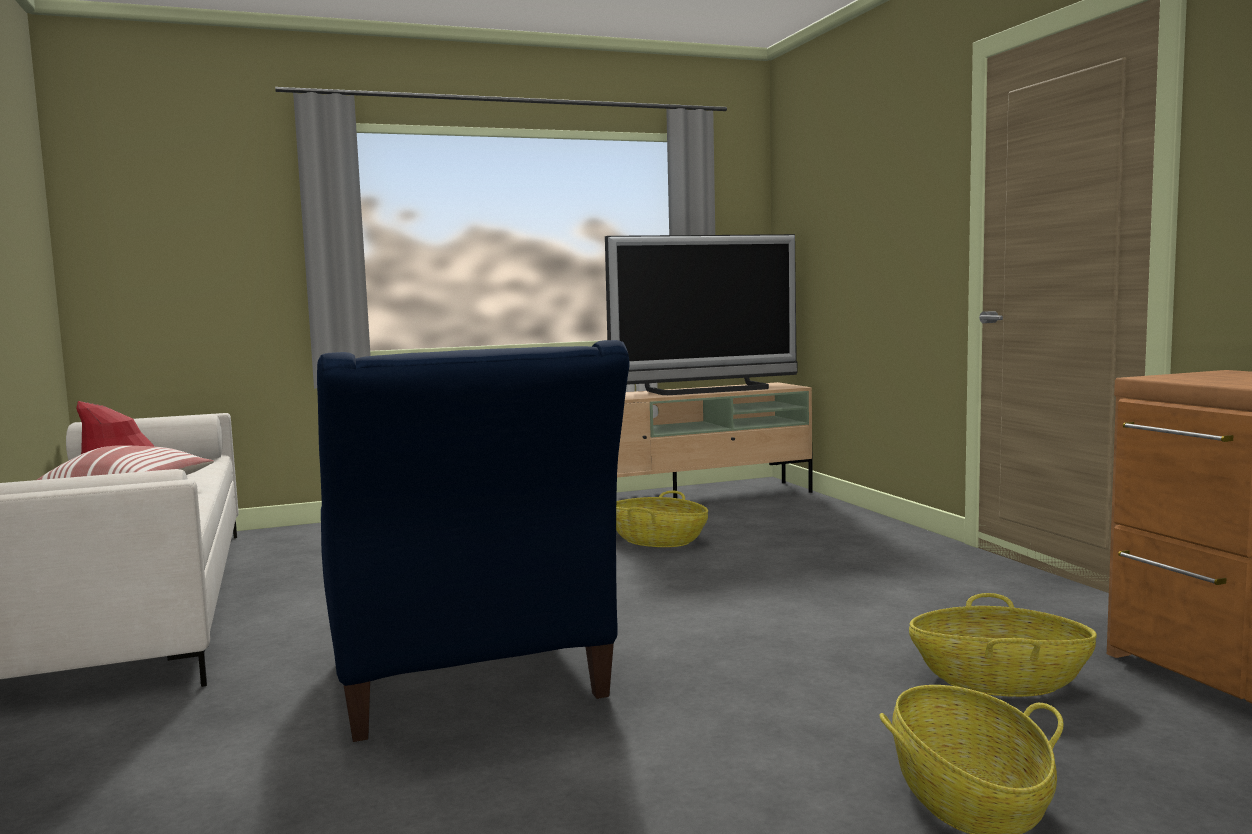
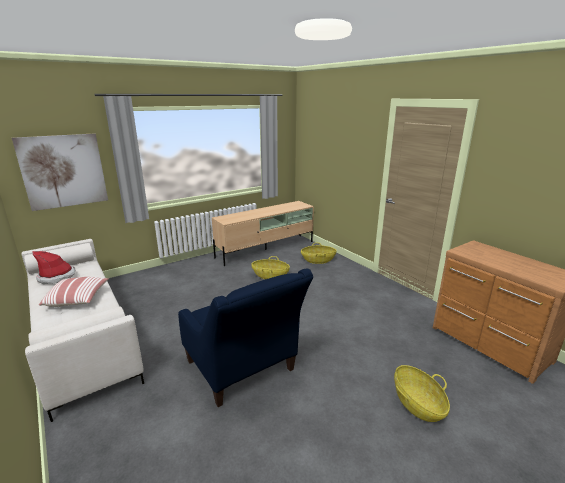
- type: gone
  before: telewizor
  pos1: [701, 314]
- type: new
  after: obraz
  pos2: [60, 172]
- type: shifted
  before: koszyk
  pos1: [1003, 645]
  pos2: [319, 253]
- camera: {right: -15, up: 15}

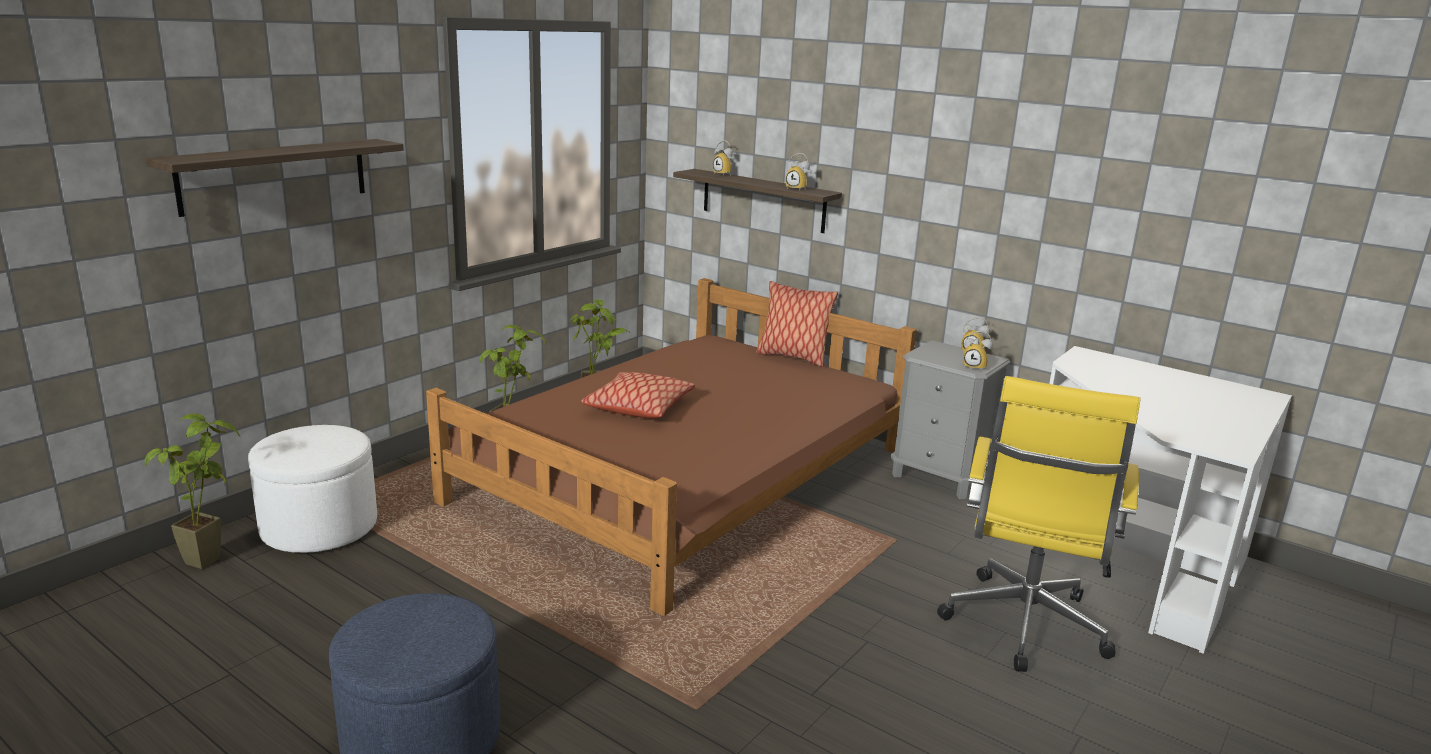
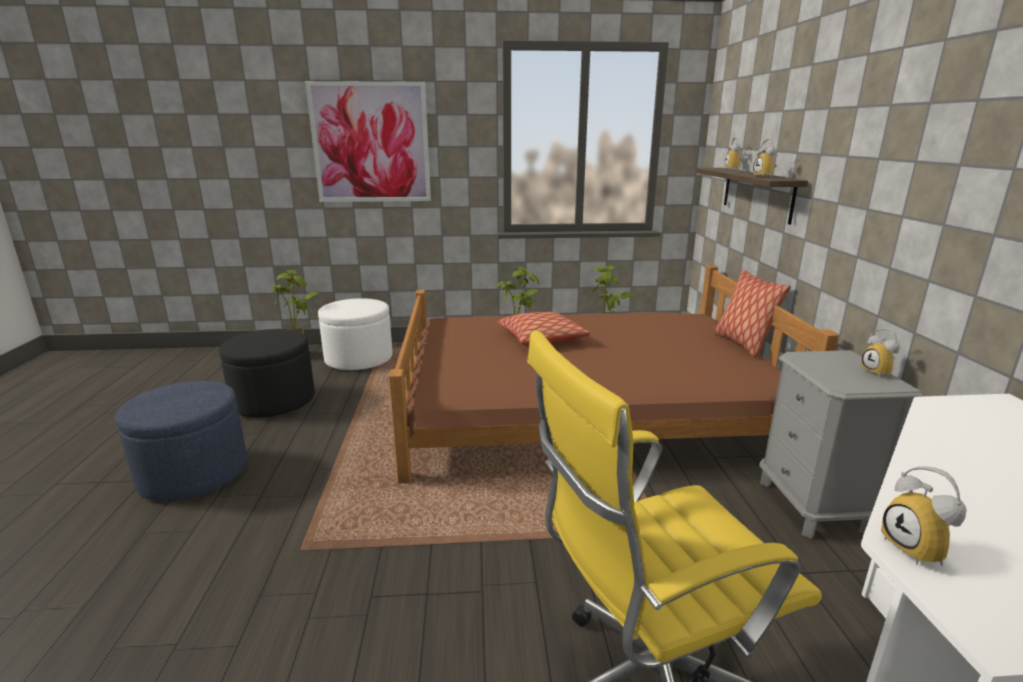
- type: new
  after: pufa/czarny
  pos2: [267, 373]
- type: shifted
  before: budzik
  pos1: [978, 349]
  pos2: [924, 516]
- type: swapped
  before: półka
  after: obraz
  pos1: [275, 178]
  pos2: [368, 141]
- camera: {right: 50, up: 0}

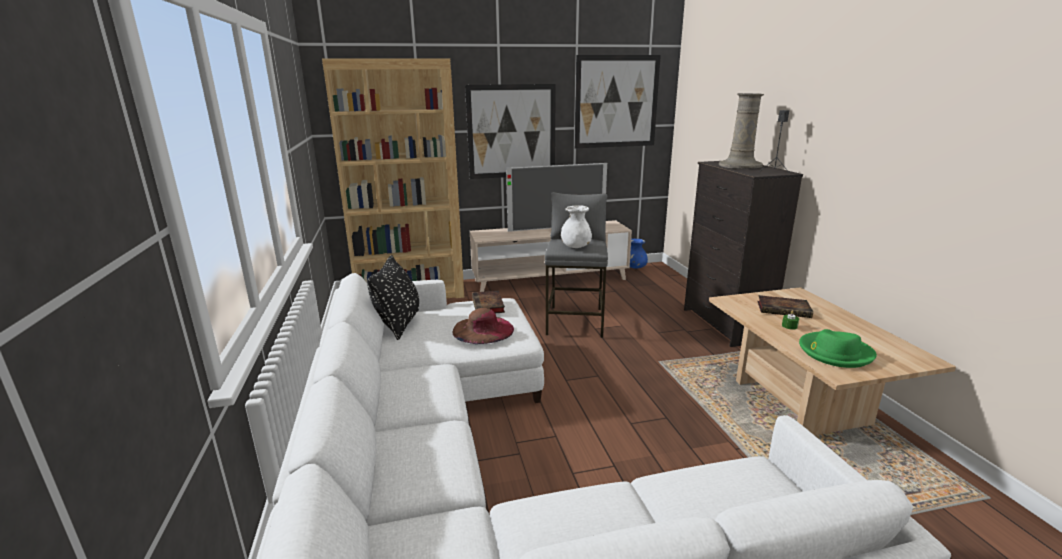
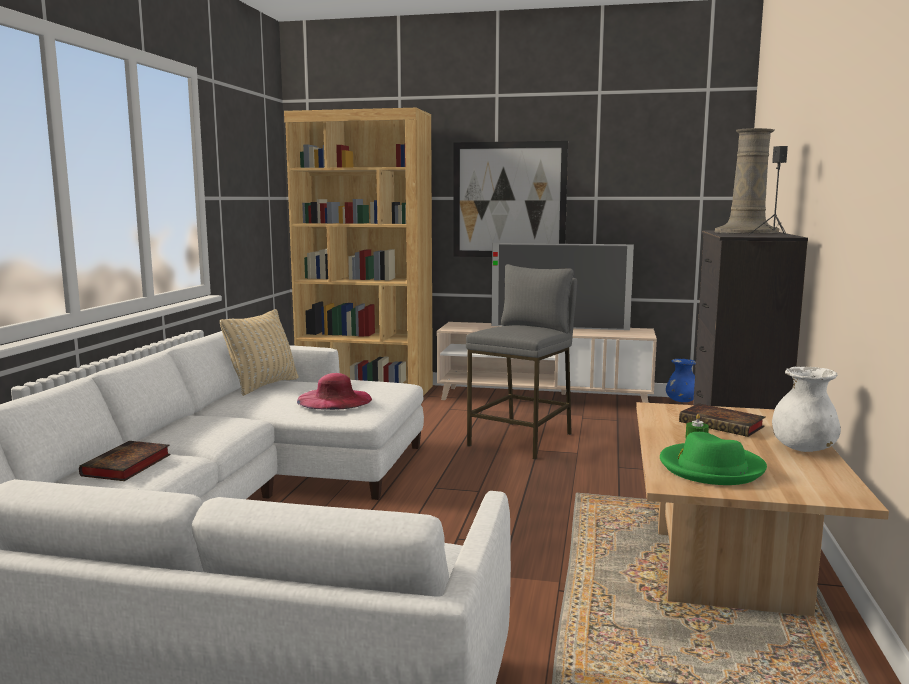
- type: gone
  before: obraz
  pos1: [617, 101]
- type: shifted
  before: książka
  pos1: [488, 302]
  pos2: [125, 461]
- type: shifted
  before: wazon/biały
  pos1: [576, 226]
  pos2: [806, 409]
- type: repainted
  before: poduszka/czarny
  after: poduszka/beżowy
  pos1: [393, 297]
  pos2: [259, 352]
- type: repainted
  before: kapelusz/brązowy
  after: kapelusz/różowy
  pos1: [483, 326]
  pos2: [334, 391]
- camera: {right: 25, up: -10}

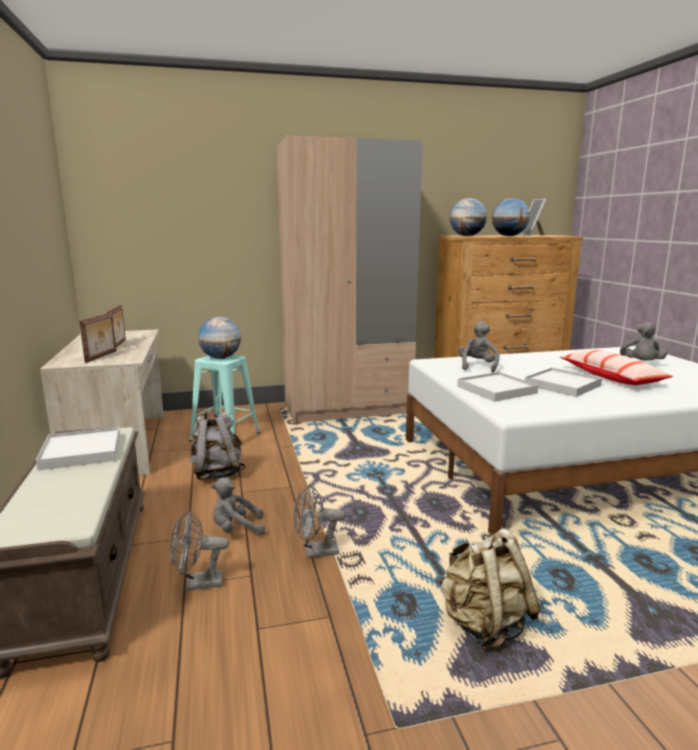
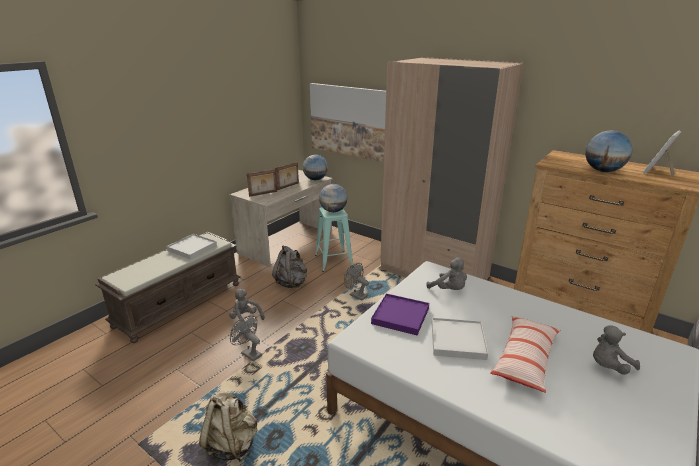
- type: new
  after: obraz
  pos2: [348, 122]
- type: shifted
  before: wentylator/szary
  pos1: [199, 550]
  pos2: [356, 281]
- type: shifted
  before: globus
  pos1: [468, 217]
  pos2: [315, 167]
- type: repainted
  before: taca/biały
  after: taca/fioletowy
  pos1: [497, 387]
  pos2: [400, 314]
- type: rotated
  before: pluszak/szary
  pos1: [478, 347]
  pos2: [446, 273]
  turn: 75
- camera: {right: 50, up: 10}

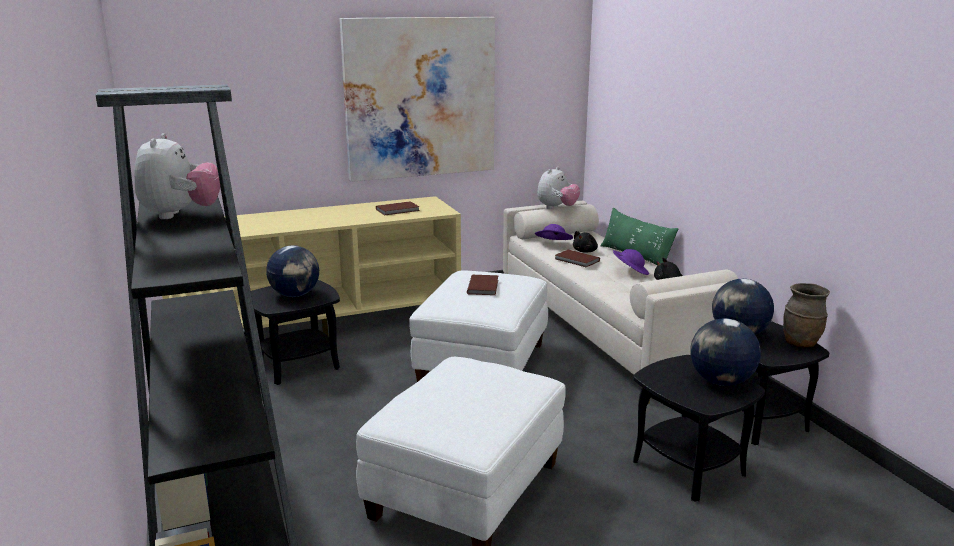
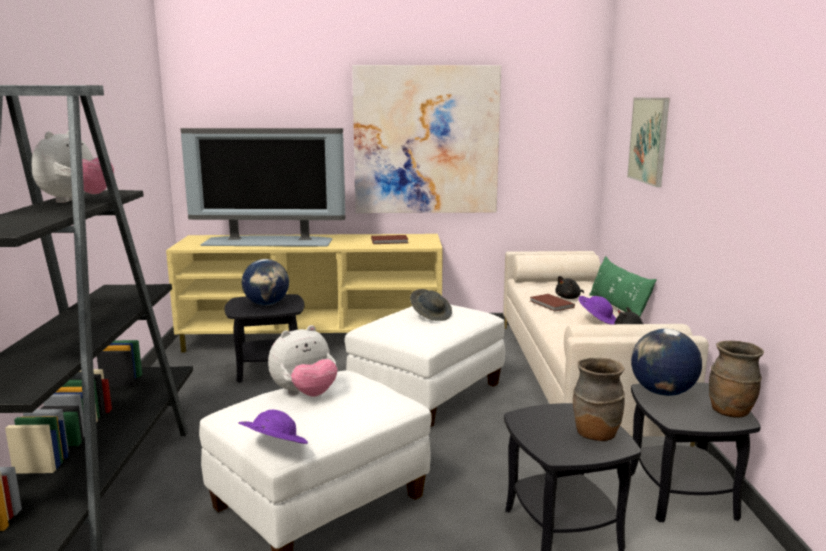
- type: new
  after: telewizor
  pos2: [262, 187]
- type: new
  after: obraz
  pos2: [648, 142]
- type: shifted
  before: kapelusz/fioletowy
  pos1: [554, 232]
  pos2: [273, 427]
- type: shifted
  before: pluszak
  pos1: [558, 188]
  pos2: [302, 361]
- type: swapped
  before: książka/brązowy
  after: kapelusz/szary
  pos1: [483, 285]
  pos2: [431, 305]
- type: swapped
  before: globus
  after: wazon/brązowy
  pos1: [725, 352]
  pos2: [599, 399]
- camera: {right: 20, up: -5}

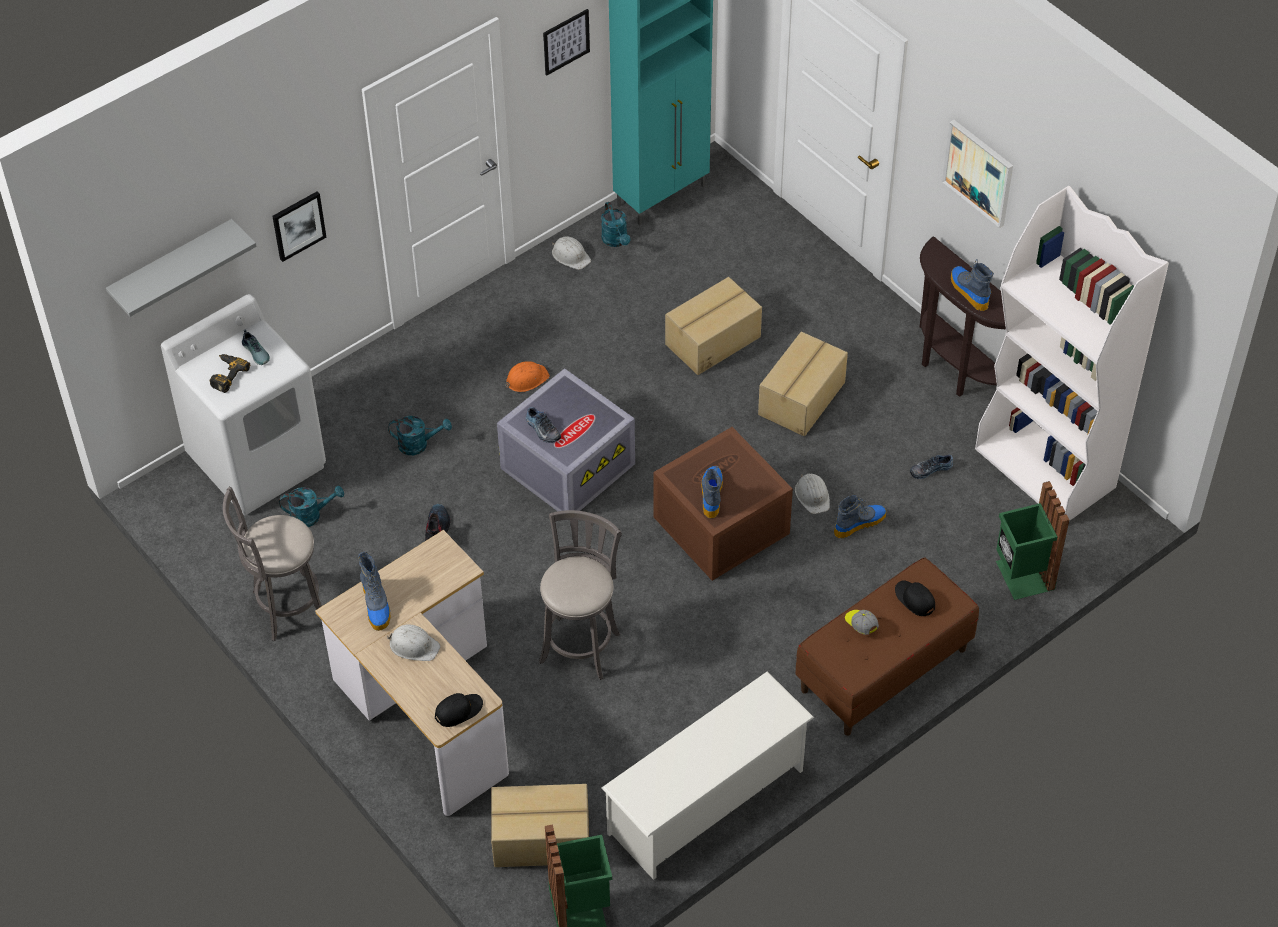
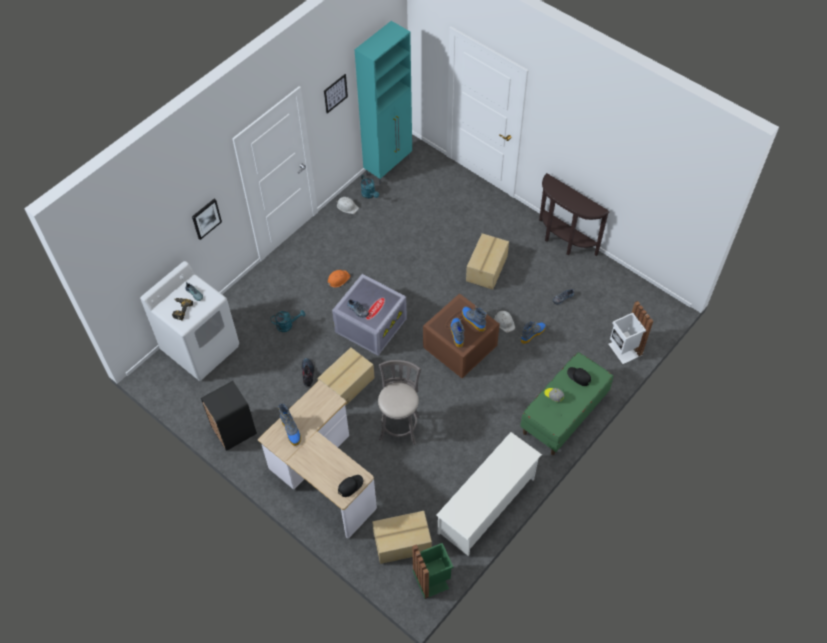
- type: gone
  before: półka/szary
  pos1: [181, 268]
- type: gone
  before: konewka/turkusowy
  pos1: [311, 506]
- type: gone
  before: kask/biały
  pos1: [413, 642]
- type: gone
  before: obraz
  pos1: [977, 174]
- type: gone
  before: regał/biały
  pos1: [1072, 353]
- type: shifted
  before: karton
  pos1: [713, 326]
  pos2: [346, 376]
- type: shifted
  before: but z cholewką
  pos1: [972, 285]
  pos2: [474, 318]
- type: swapped
  before: stołek/szary
  after: kosz na śmieci/czarny
  pos1: [272, 564]
  pos2: [229, 416]
- type: repainted
  before: ławka/brązowy
  after: ławka/zielony
  pos1: [887, 647]
  pos2: [566, 403]
- type: repainted
  before: kosz na śmieci/zielony
  after: kosz na śmieci/biały
  pos1: [1032, 540]
  pos2: [631, 332]
- camera: {right: -10, up: 5}

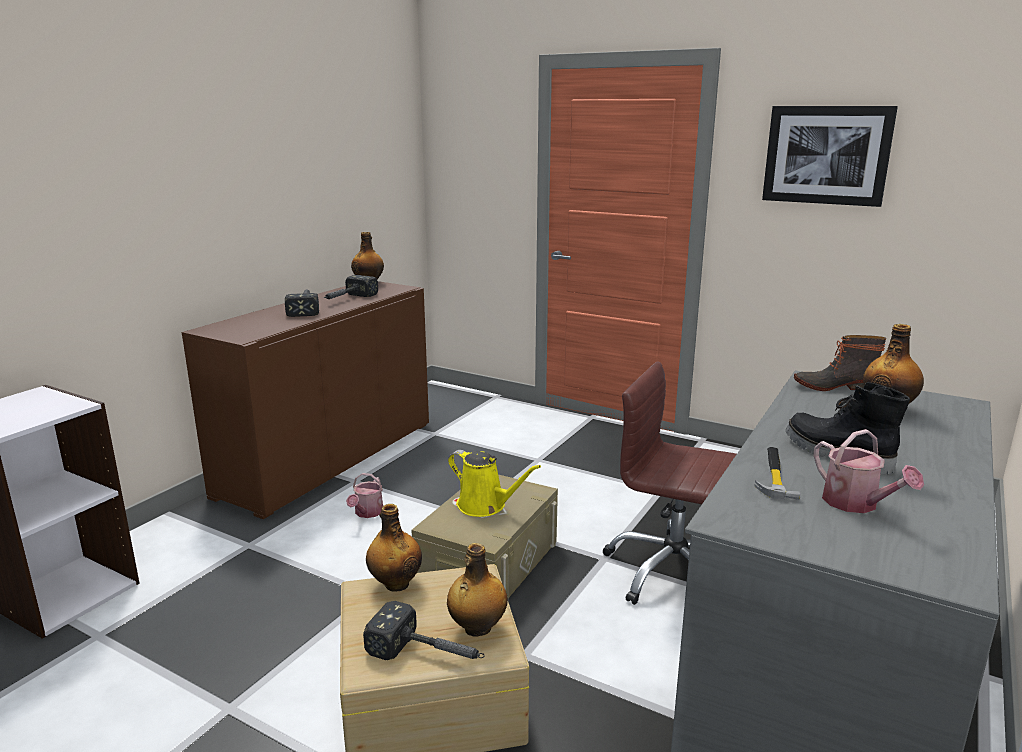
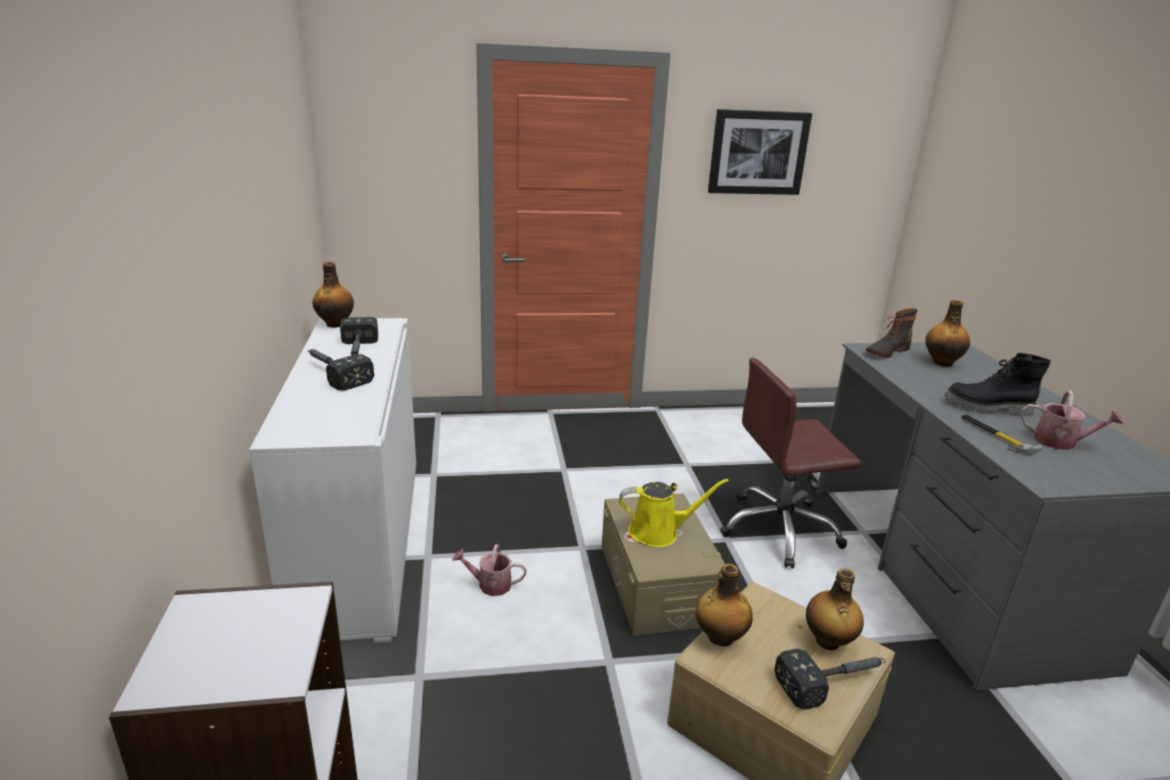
- type: repainted
  before: szafka/brązowy
  after: szafka/biały
  pos1: [305, 400]
  pos2: [332, 480]
- type: rotated
  before: konewka
  pos1: [364, 495]
  pos2: [489, 570]
  turn: 120
- camera: {right: -40, up: 5}

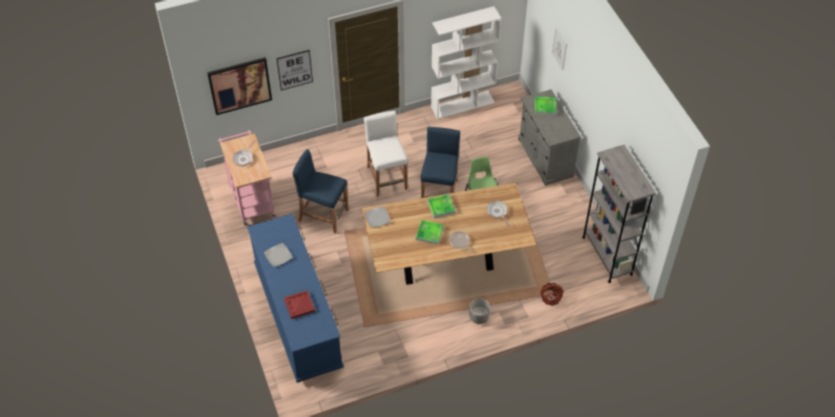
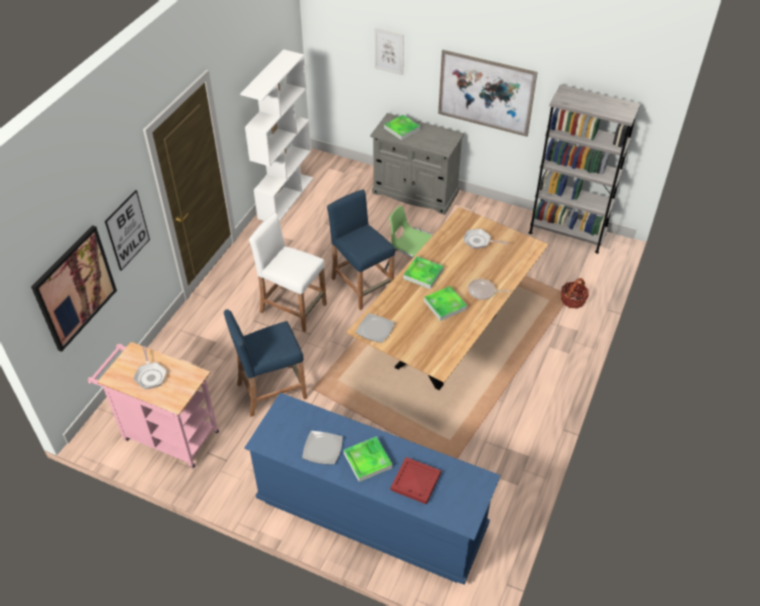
- type: gone
  before: donica/szary
  pos1: [479, 311]
- type: new
  after: taca
  pos2: [368, 459]
- type: new
  after: obraz
  pos2: [487, 93]
- camera: {right: -45, up: -5}

